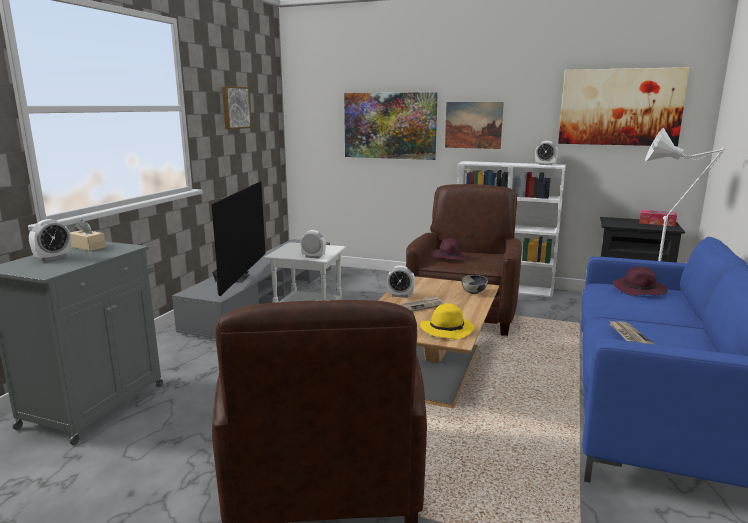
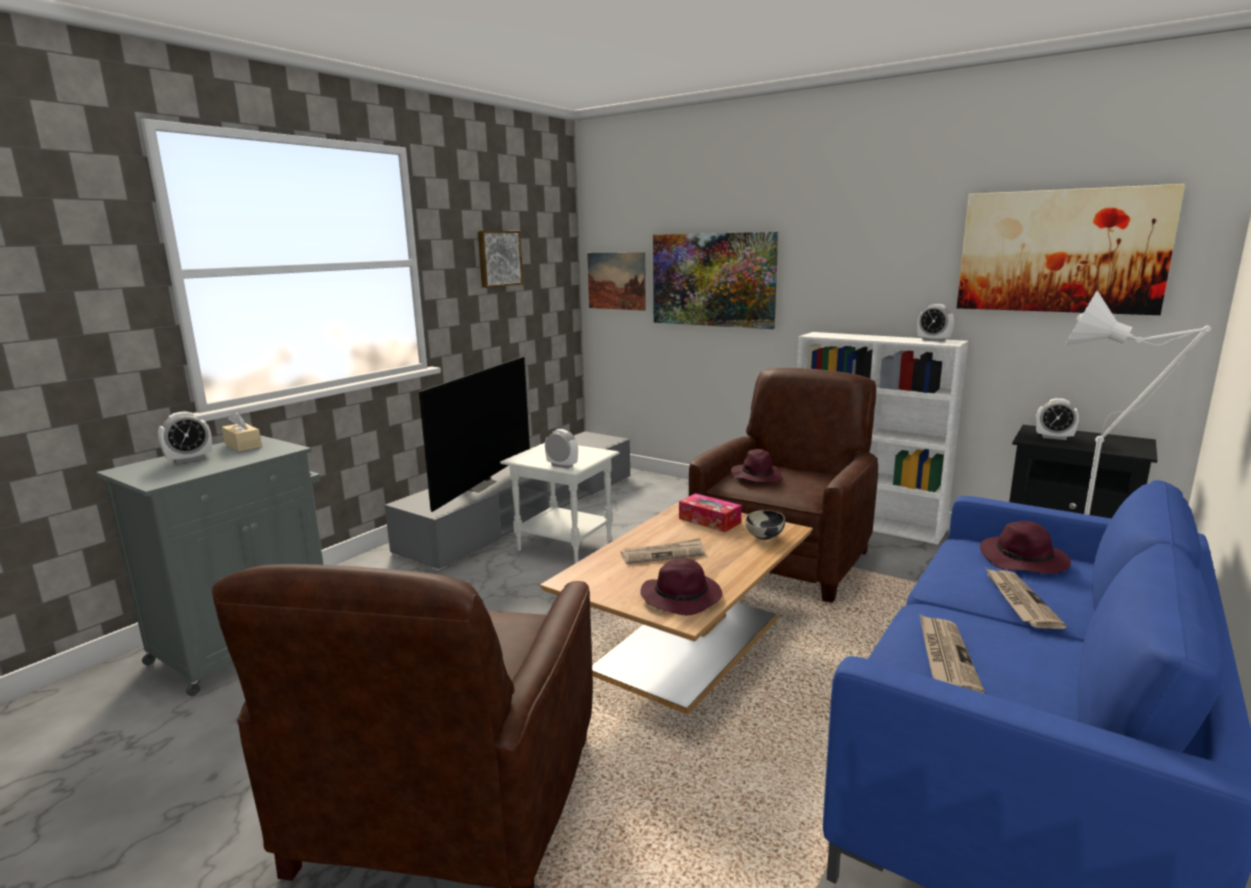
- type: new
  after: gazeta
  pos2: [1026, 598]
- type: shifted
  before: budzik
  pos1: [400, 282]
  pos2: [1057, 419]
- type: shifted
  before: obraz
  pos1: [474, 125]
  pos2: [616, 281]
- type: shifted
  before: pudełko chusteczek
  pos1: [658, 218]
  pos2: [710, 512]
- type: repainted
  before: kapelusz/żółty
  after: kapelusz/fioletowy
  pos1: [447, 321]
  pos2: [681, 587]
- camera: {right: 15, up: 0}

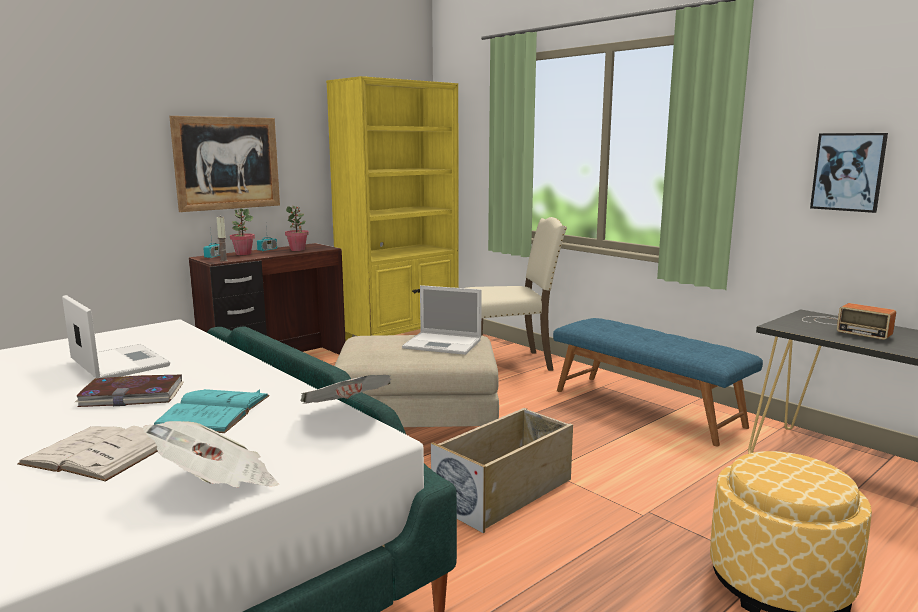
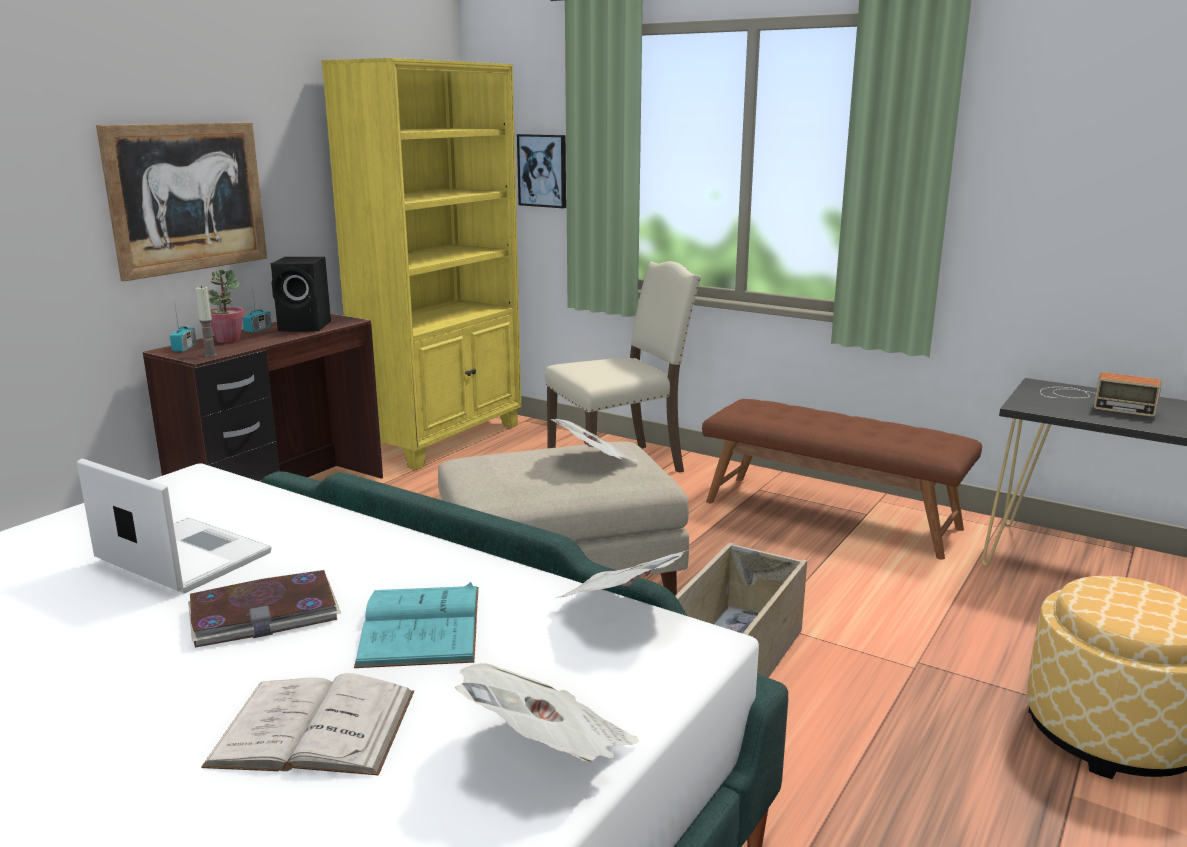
- type: shifted
  before: obraz
  pos1: [849, 173]
  pos2: [541, 171]
- type: swapped
  before: roślina doniczkowa
  after: głośnik/czarny
  pos1: [297, 228]
  pos2: [301, 294]
- type: swapped
  before: laptop
  after: gazeta
  pos1: [442, 320]
  pos2: [594, 440]
- type: repainted
  before: ławka/niebieski
  after: ławka/brązowy
  pos1: [658, 382]
  pos2: [842, 479]
- camera: {right: -15, up: 5}

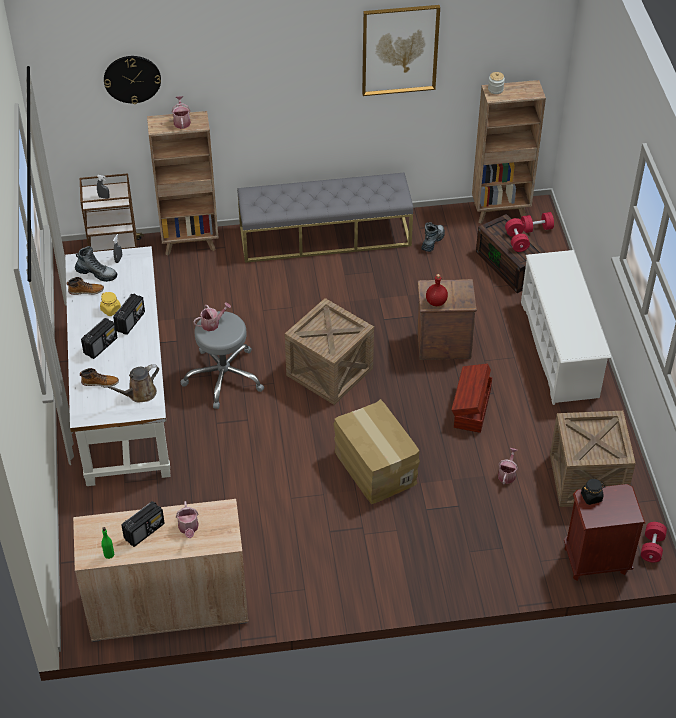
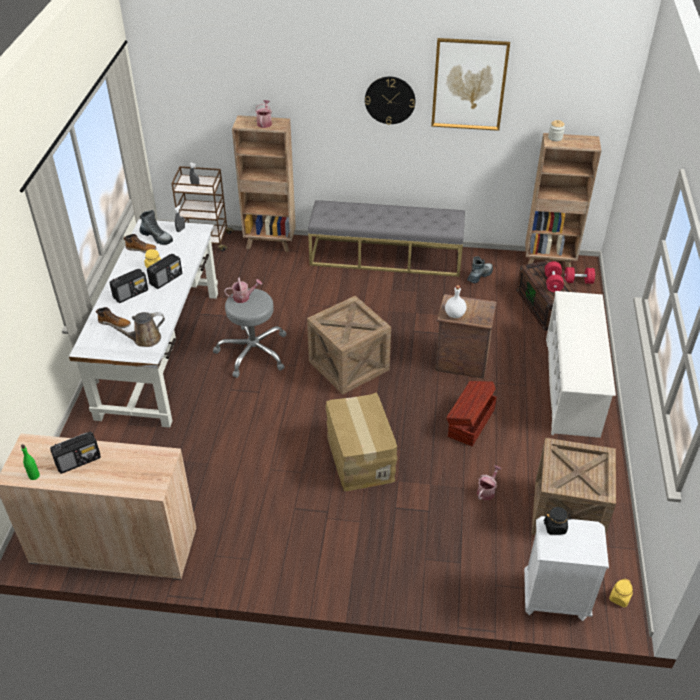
- type: gone
  before: konewka
  pos1: [187, 519]
- type: shifted
  before: zegar ścienny
  pos1: [132, 80]
  pos2: [390, 101]
- type: swapped
  before: hantel/czerwony
  after: słoik/żółty
  pos1: [654, 542]
  pos2: [621, 593]
- type: repainted
  before: butelka/czerwony
  after: butelka/biały
  pos1: [437, 290]
  pos2: [456, 301]
- type: repainted
  before: szafka nocna/brązowy
  after: szafka nocna/biały
  pos1: [604, 532]
  pos2: [566, 568]
- camera: {right: 15, up: -5}

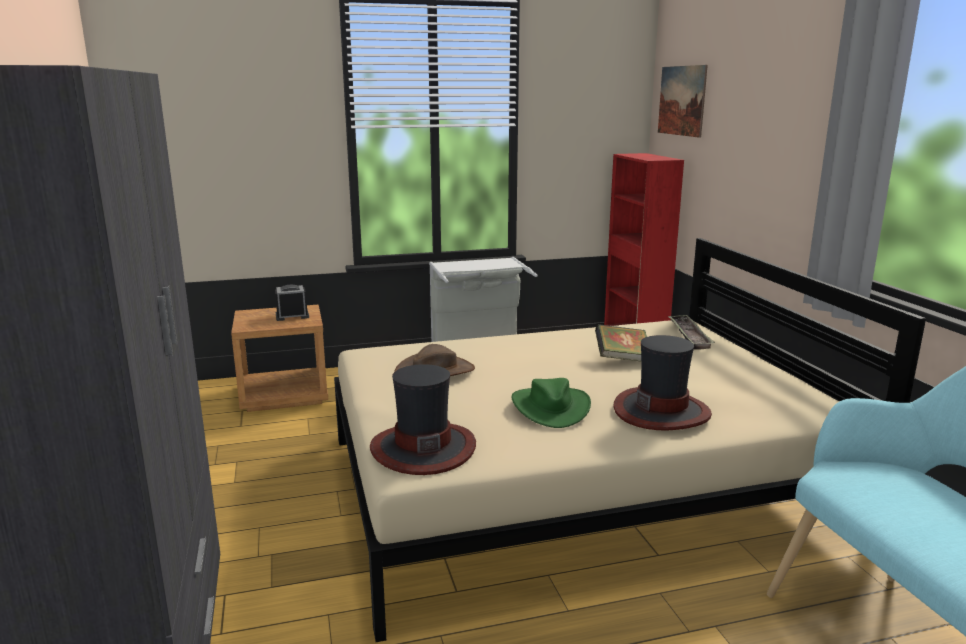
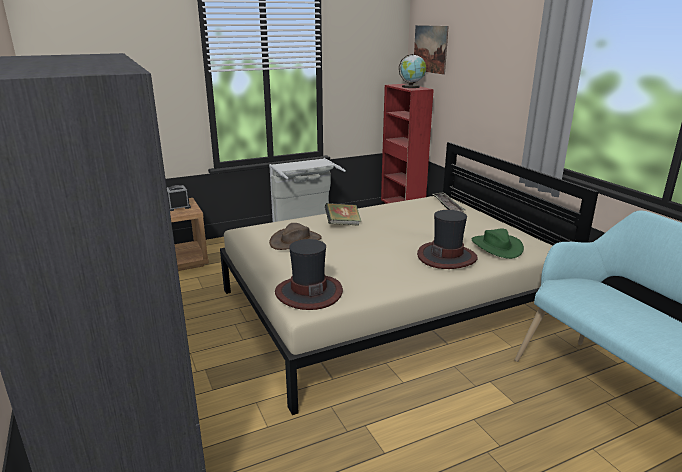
- type: new
  after: globus
  pos2: [412, 71]
- type: shifted
  before: kapelusz/zielony
  pos1: [551, 403]
  pos2: [498, 244]
- type: shifted
  before: książka
  pos1: [621, 343]
  pos2: [343, 214]
- camera: {right: -10, up: 5}

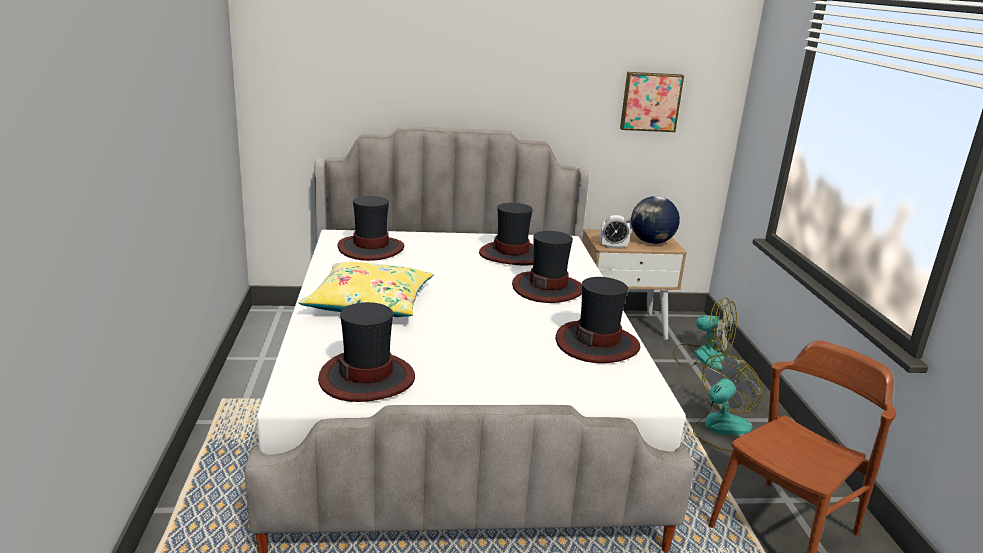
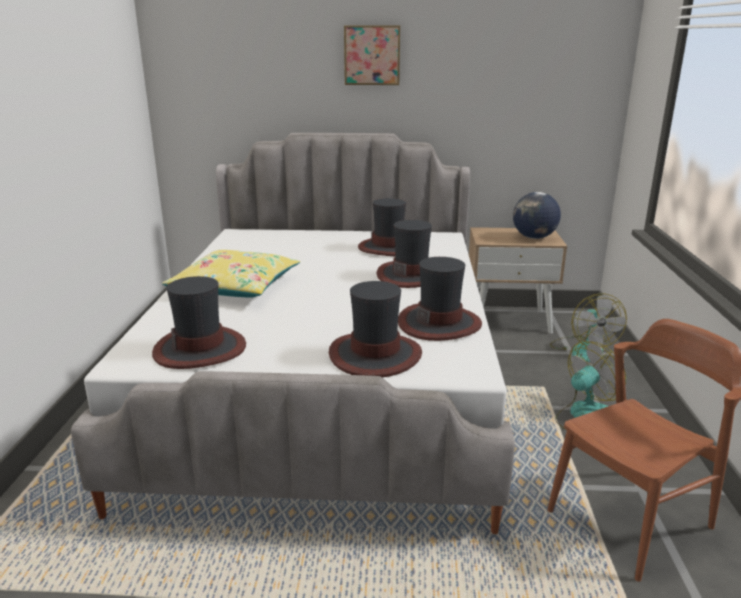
- type: gone
  before: budzik
  pos1: [615, 232]
- type: shifted
  before: kapelusz
  pos1: [370, 228]
  pos2: [375, 329]
- type: shifted
  before: obraz
  pos1: [652, 102]
  pos2: [372, 55]
- type: rotated
  before: wentylator
  pos1: [705, 333]
  pos2: [588, 327]
  turn: 45
- camera: {right: 10, up: 0}

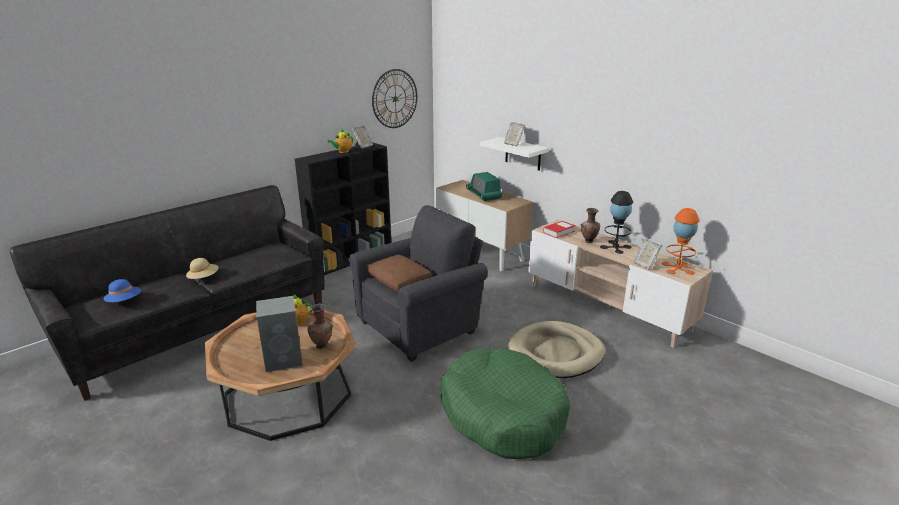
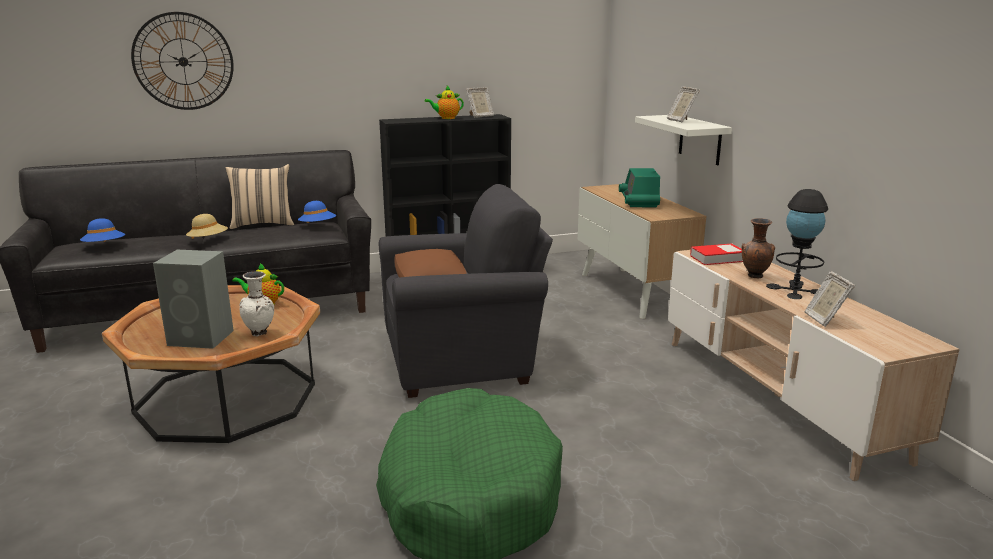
- type: gone
  before: legowisko/beżowy
  pos1: [556, 349]
- type: gone
  before: lampa stołowa/pomarańczowy
  pos1: [681, 241]
- type: new
  after: poduszka/beżowy
  pos2: [259, 196]
- type: new
  after: kapelusz/niebieski
  pos2: [317, 212]
- type: shifted
  before: zegar ścienny
  pos1: [394, 98]
  pos2: [182, 61]
- type: repainted
  before: wazon/brązowy
  after: wazon/biały
  pos1: [320, 326]
  pos2: [257, 303]
- camera: {right: 25, up: -5}

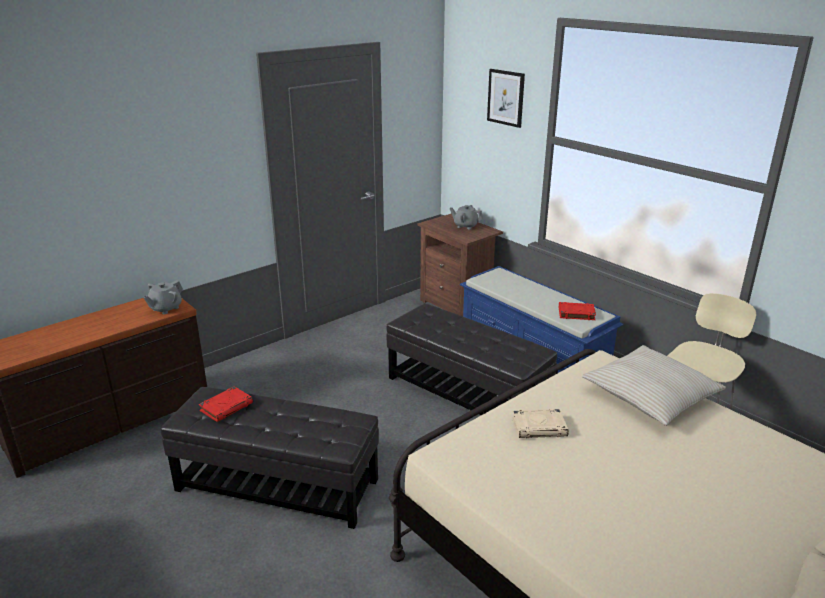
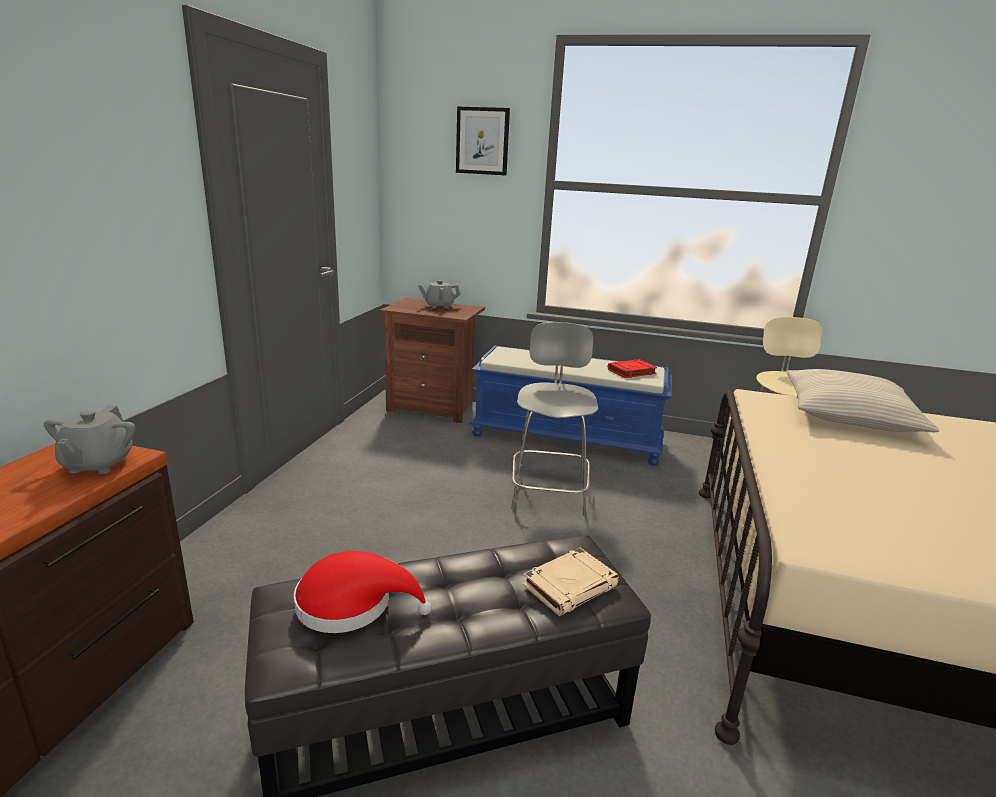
- type: shifted
  before: książka/beżowy
  pos1: [540, 423]
  pos2: [571, 582]
- type: swapped
  before: książka/czerwony
  after: kapelusz/czerwony
  pos1: [226, 404]
  pos2: [363, 592]
- type: swapped
  before: pufa/czarny
  after: krzesło/szary
  pos1: [471, 359]
  pos2: [554, 419]
- camera: {right: -35, up: -5}

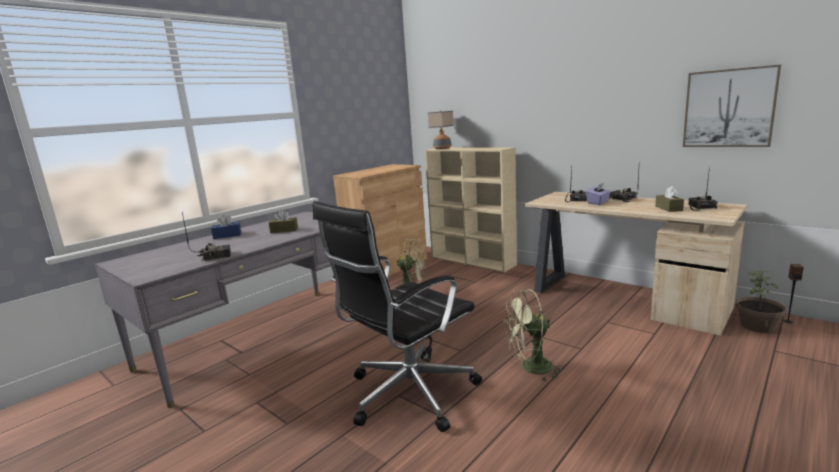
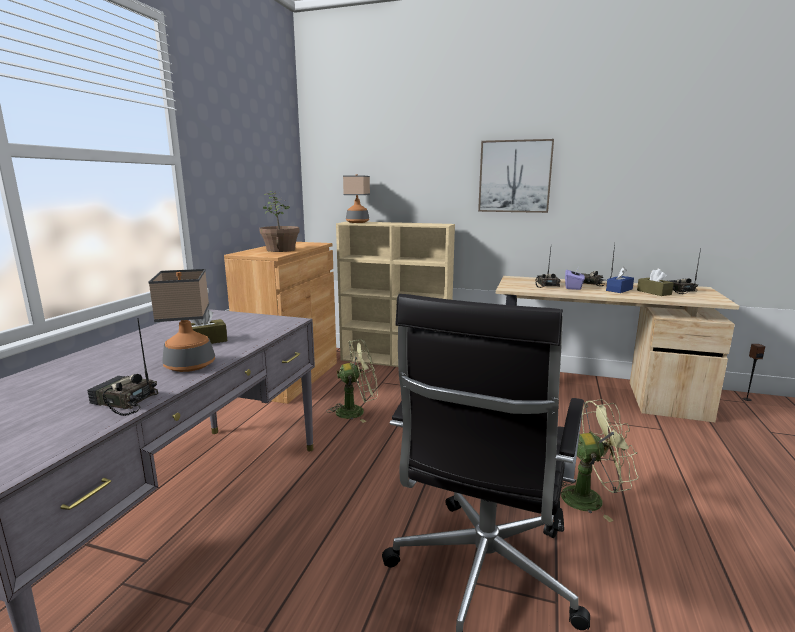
- type: new
  after: lampa stołowa
  pos2: [181, 320]
- type: shifted
  before: pudełko chusteczek/niebieski
  pos1: [226, 227]
  pos2: [620, 280]
- type: shifted
  before: obraz
  pos1: [732, 106]
  pos2: [516, 176]
- type: shifted
  before: roślina doniczkowa
  pos1: [761, 301]
  pos2: [279, 221]
- type: rotated
  before: radio
  pos1: [206, 236]
  pos2: [122, 367]
  turn: -120
- type: rotated
  before: wentylator/zielony
  pos1: [533, 335]
  pos2: [600, 460]
  turn: -150
- camera: {right: -25, up: 0}

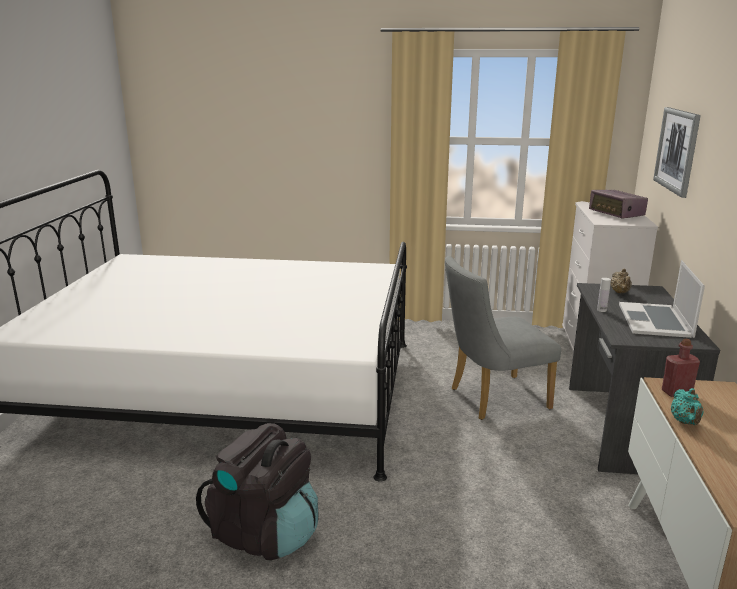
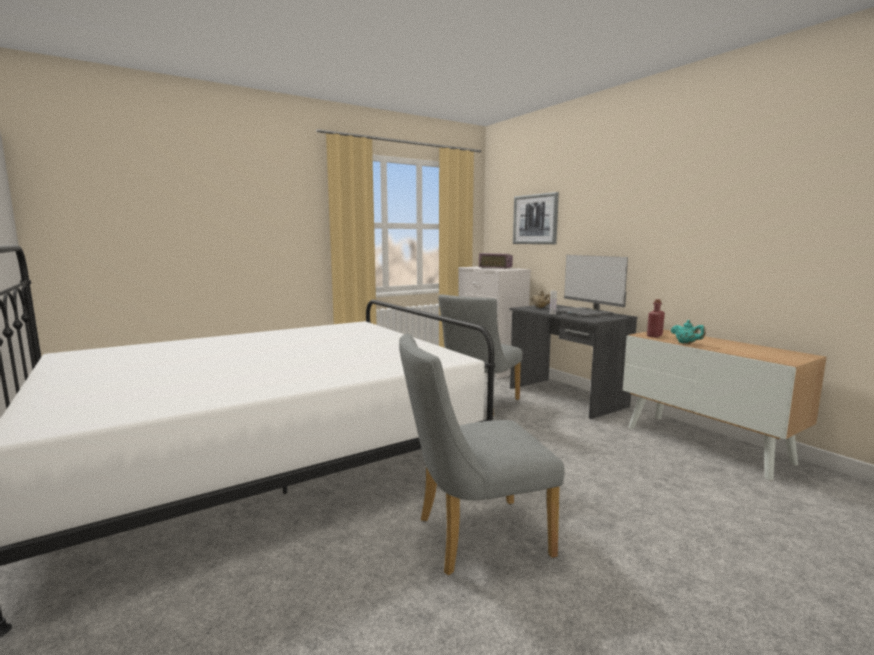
- type: swapped
  before: plecak/czarny
  after: krzesło/szary
  pos1: [257, 491]
  pos2: [482, 454]
- type: swapped
  before: laptop
  after: monitor
  pos1: [662, 299]
  pos2: [592, 285]
- camera: {right: -40, up: -10}

